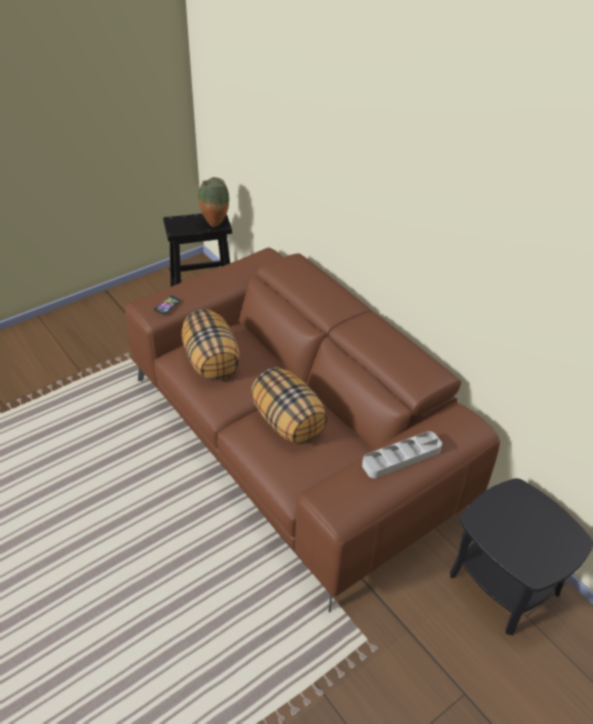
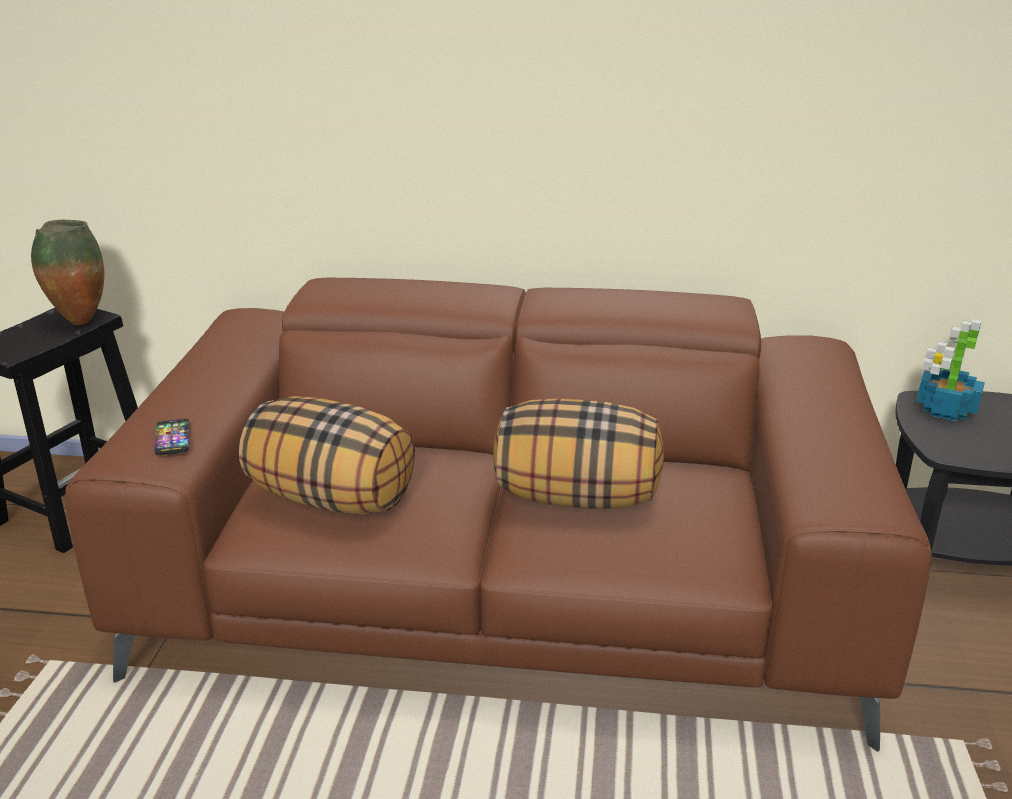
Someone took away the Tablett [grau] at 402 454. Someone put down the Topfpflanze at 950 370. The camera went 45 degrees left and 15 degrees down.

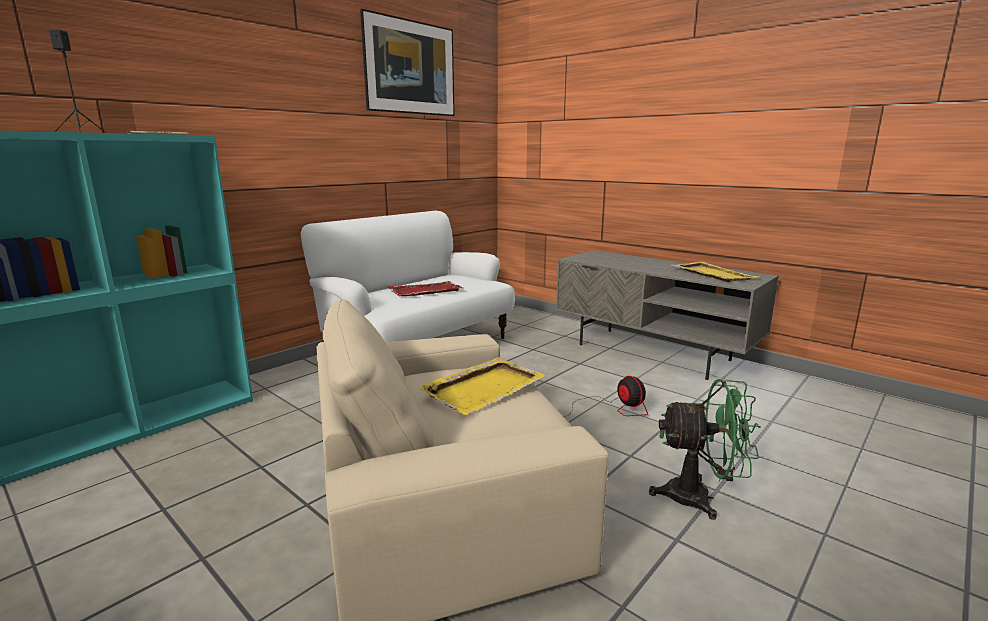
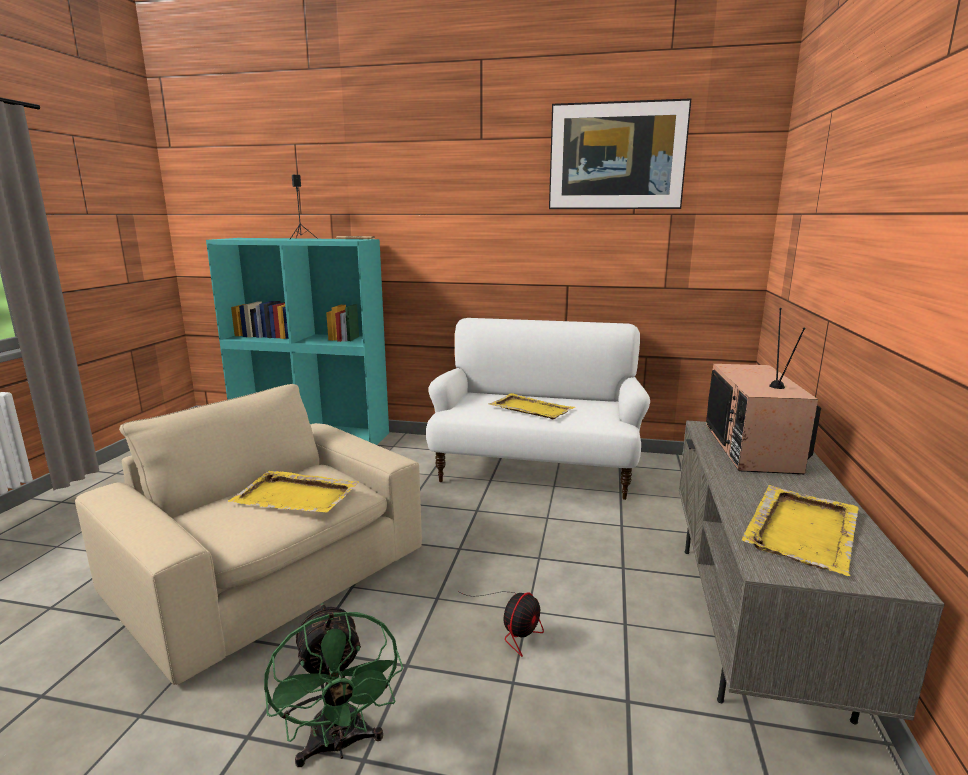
Someone repainted the Tablett [rot] at 425 288, which became the Tablett [gelb] at 532 406. Someone put down the Fernseher at 763 391. The camera went 60 degrees right and 0 degrees up.

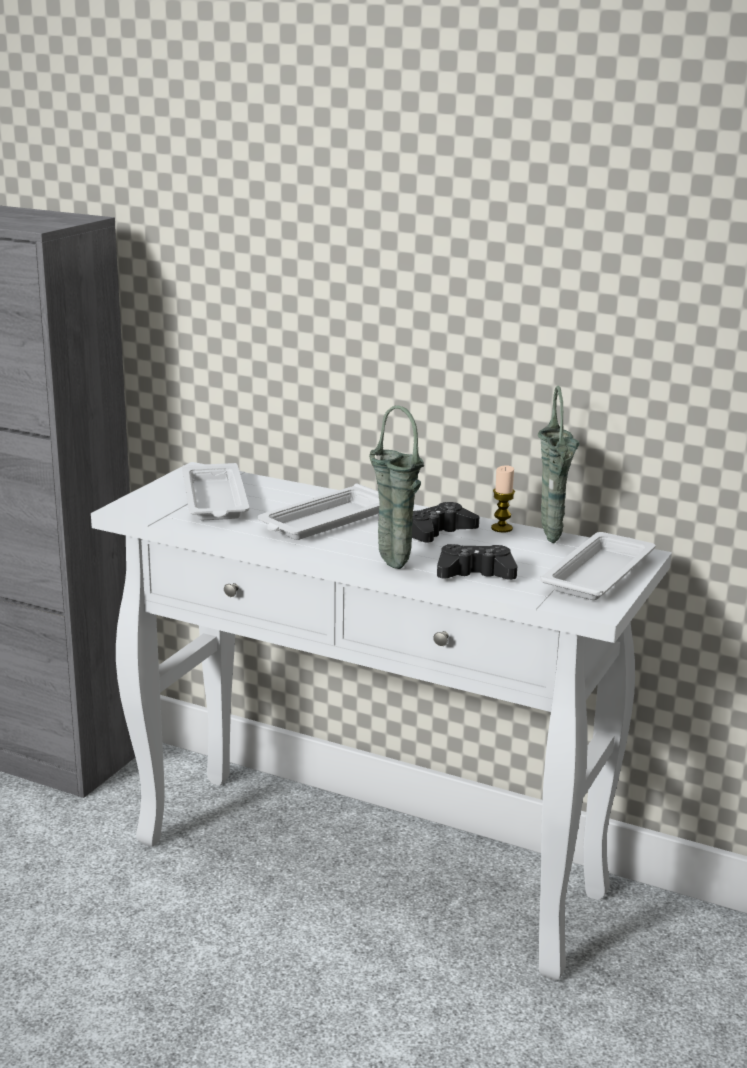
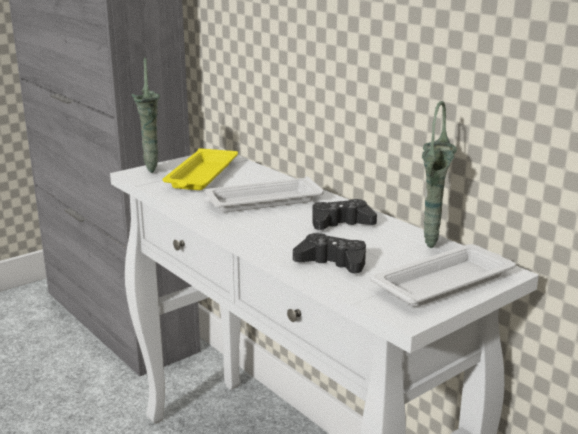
Someone carried the Vase [grün] from 396 487 to 146 115. Someone repainted the Tablett [weiß] at 215 491, which became the Tablett [gelb] at 200 169. Someone took away the Kerze at 503 499. The camera went 25 degrees right and 0 degrees up.

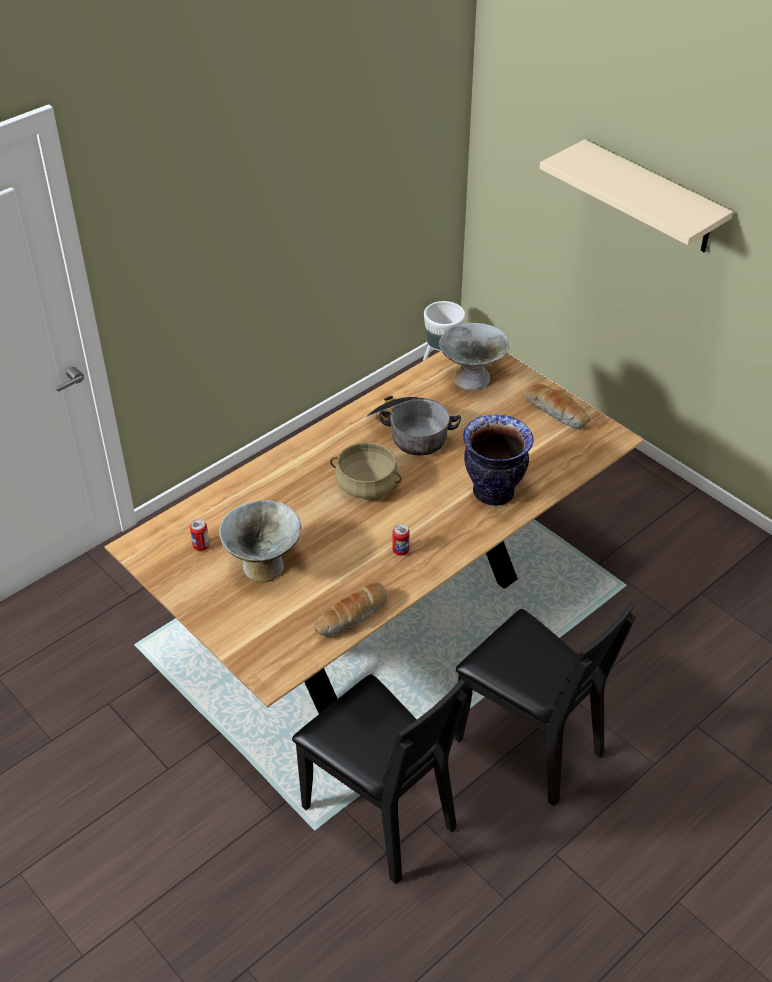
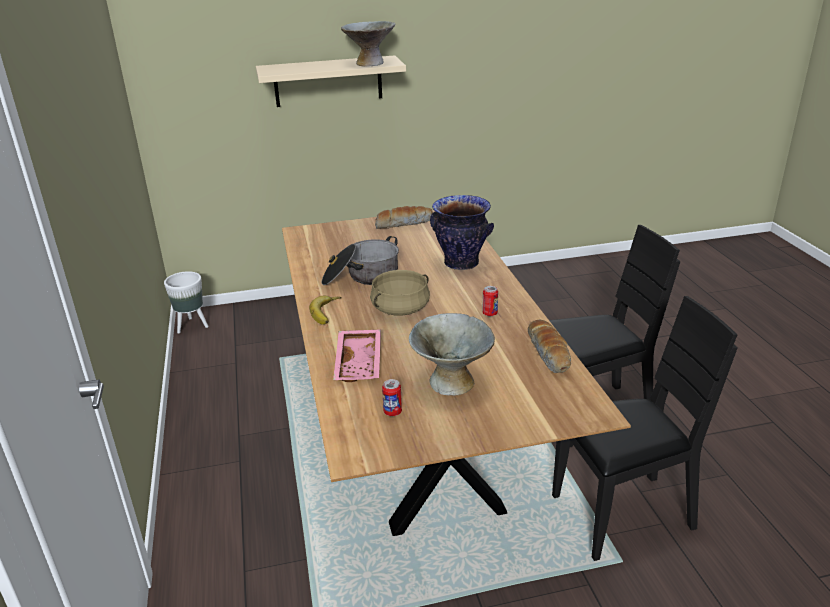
Someone carried the Schüssel [grau] from 474 356 to 368 44. Someone put down the Banane at 325 310. Someone put down the Tablett [rosa] at 357 355. The camera went 60 degrees left and 15 degrees down.

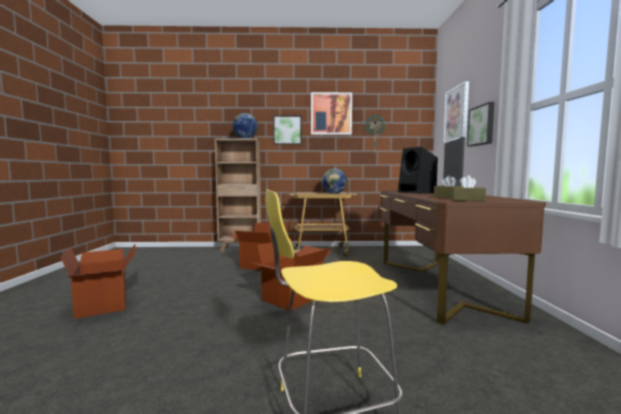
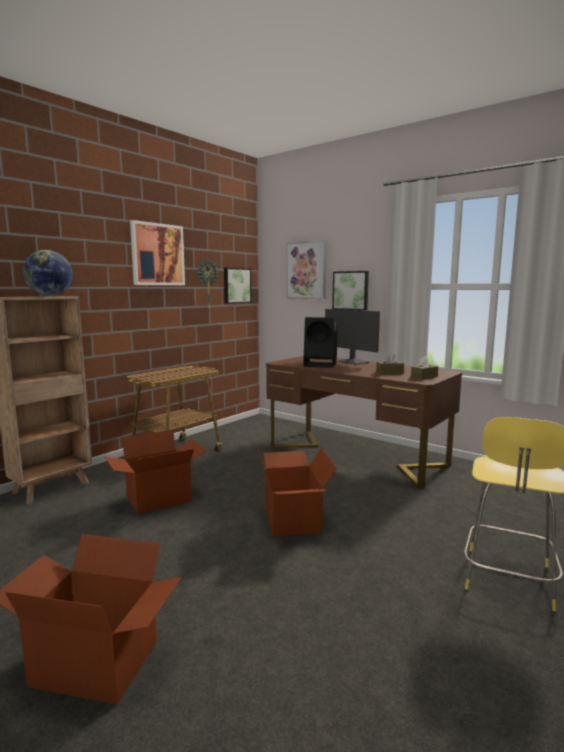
Someone carried the Bild from 287 130 to 238 286. Someone took away the Globus at 334 181. The camera went 50 degrees left and 5 degrees up.

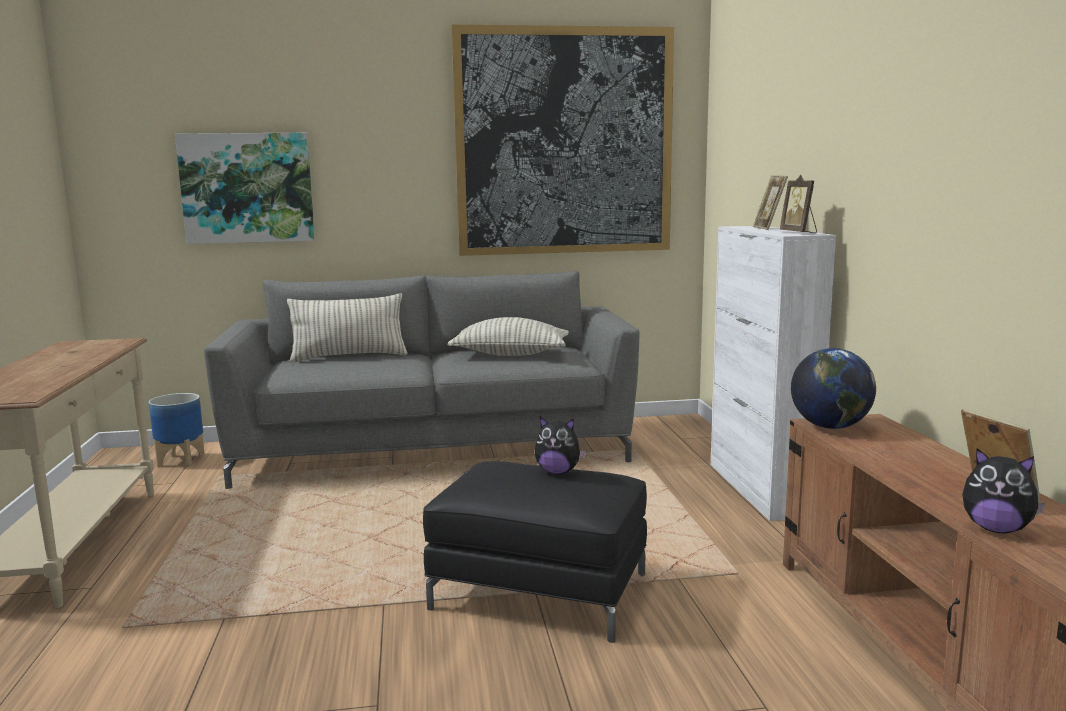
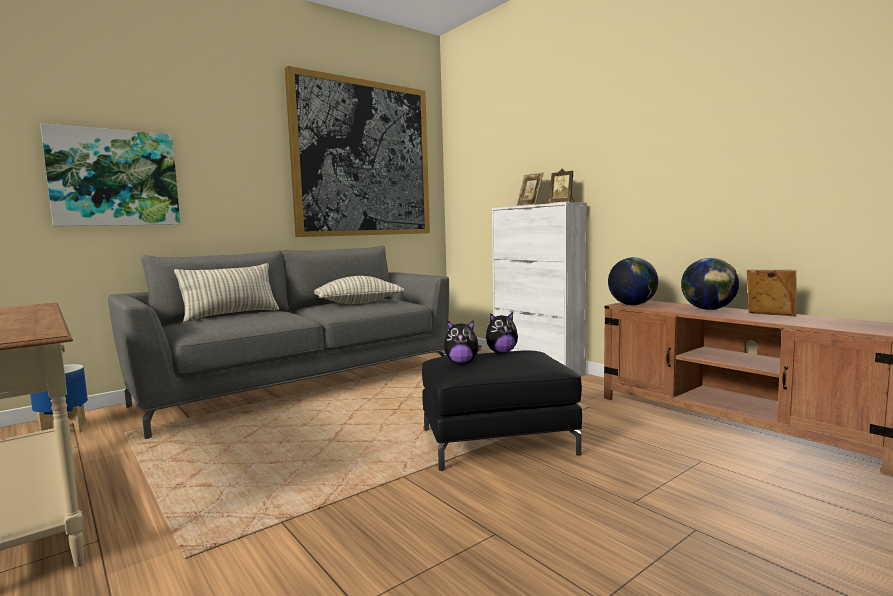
Someone carried the Plüschtier from 1003 490 to 463 342. Someone put down the Globus at 710 284. The camera went 30 degrees left and 5 degrees down.

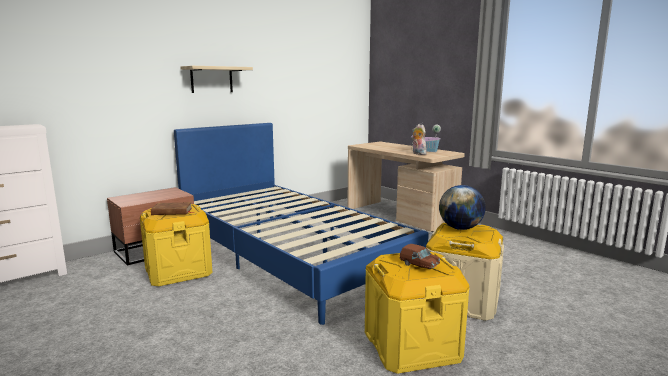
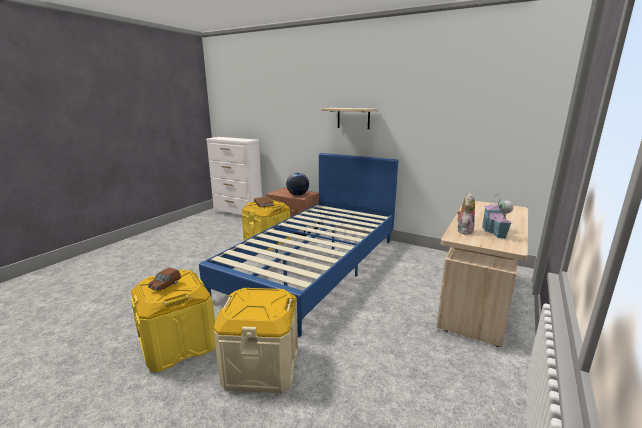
Someone carried the Globus from 462 207 to 297 184. The camera went 70 degrees right and 5 degrees up.

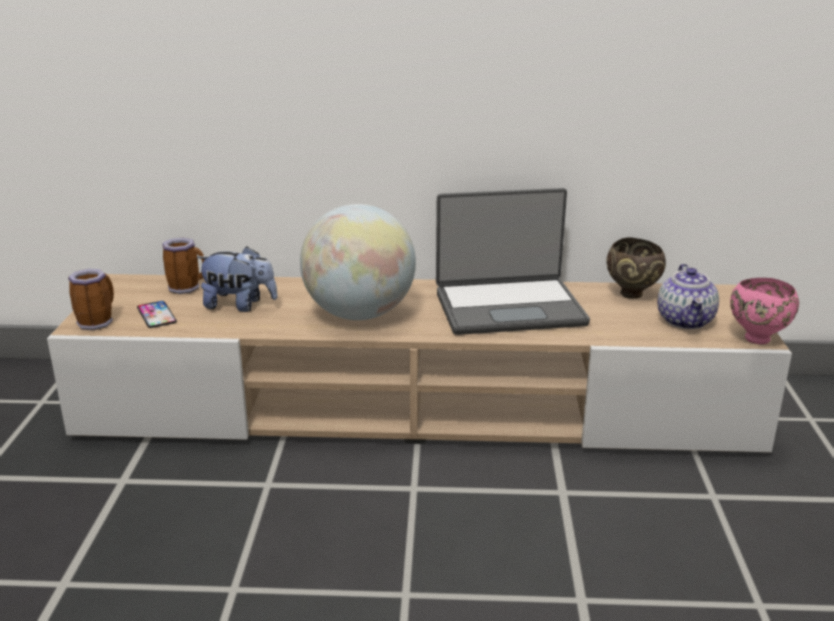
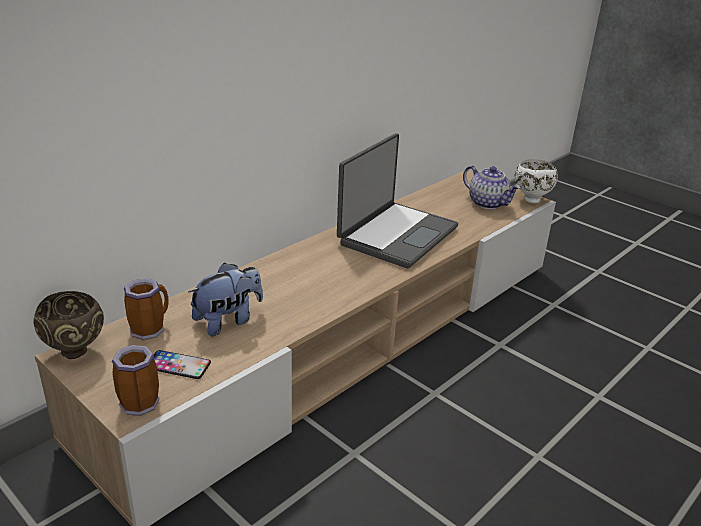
Someone took away the Globus at 358 262. Someone carried the Schüssel [braun] from 636 268 to 68 325. Someone repainted the Schüssel [rosa] at 764 311, which became the Schüssel [weiß] at 536 181. The camera went 50 degrees left and 5 degrees up.

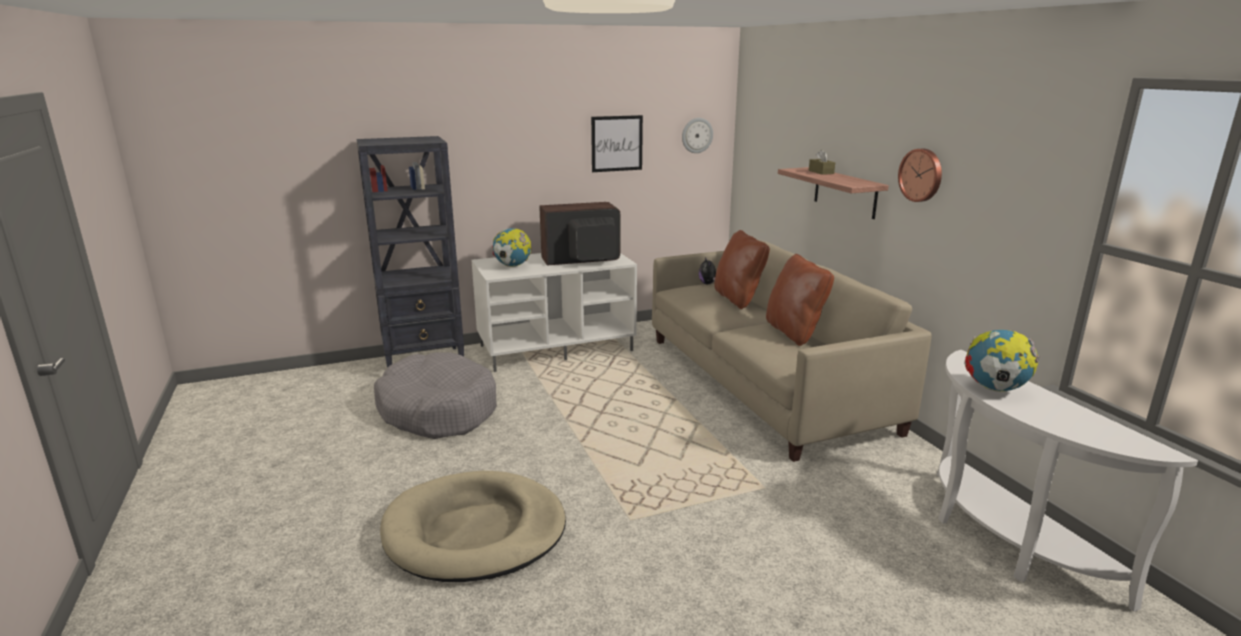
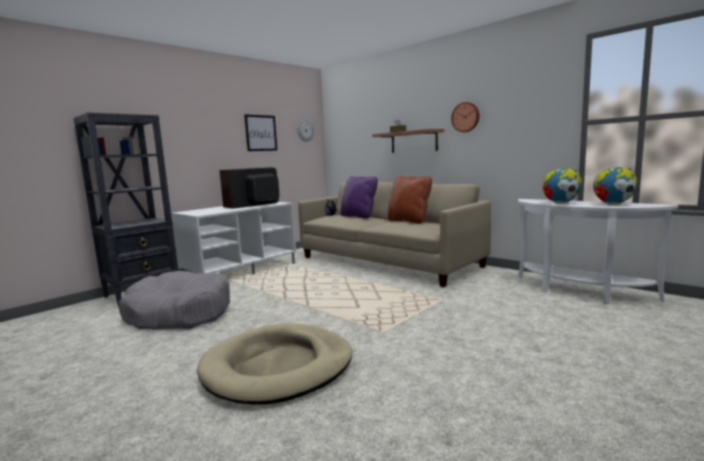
Someone carried the Globus from 511 247 to 615 186. Someone repainted the Kissen [braun] at 742 269, which became the Kissen [lila] at 359 197. The camera went 25 degrees left and 10 degrees down.

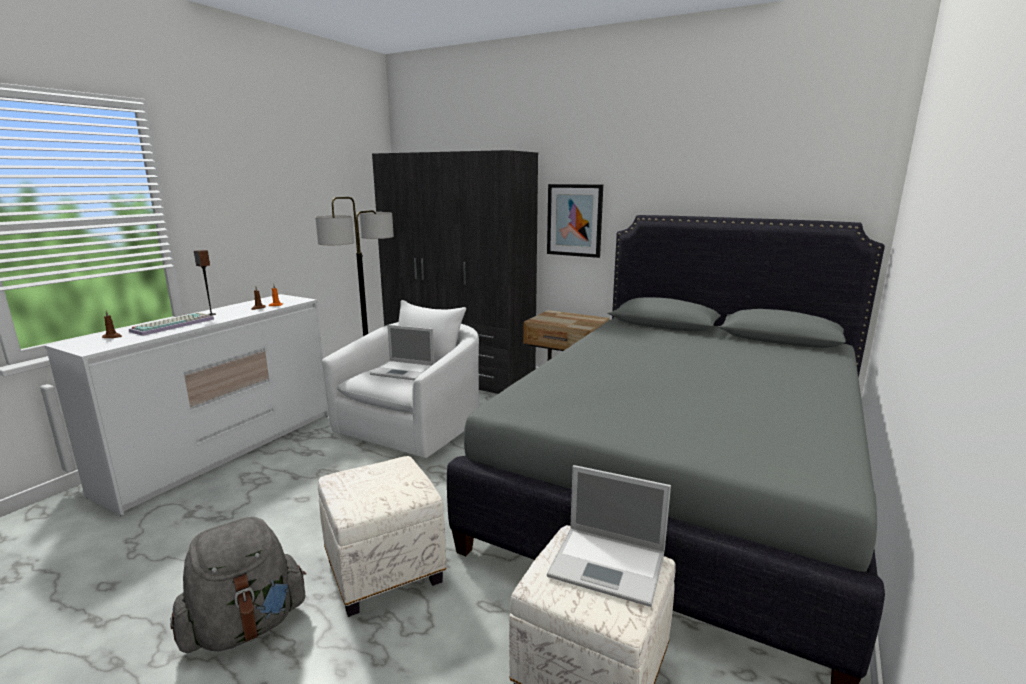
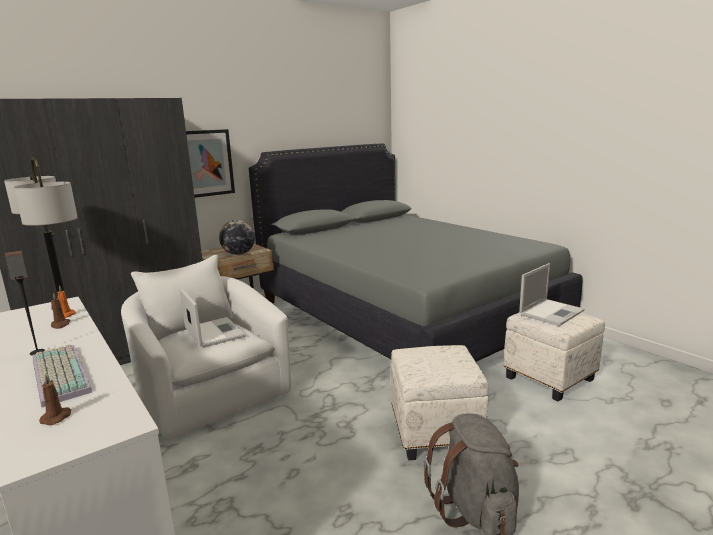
Someone rotated the Laptop at 402 352 by 75 degrees counterclockwise. Someone put down the Globus at 237 237. The camera went 65 degrees left and 0 degrees up.

